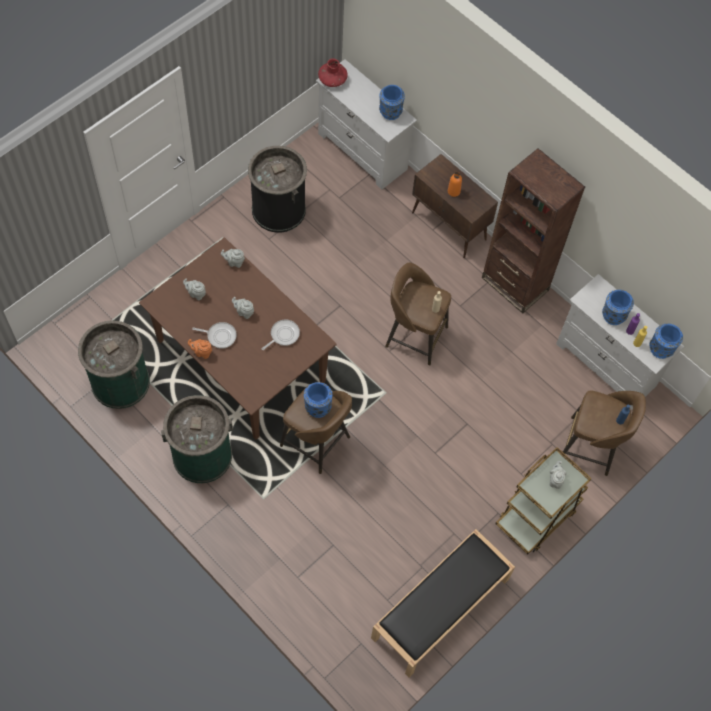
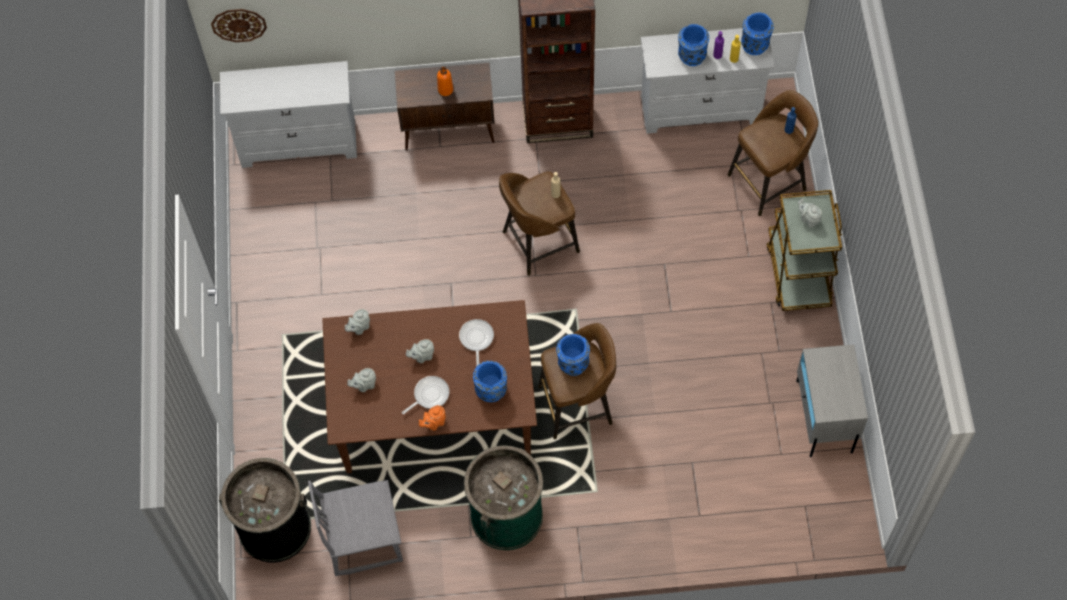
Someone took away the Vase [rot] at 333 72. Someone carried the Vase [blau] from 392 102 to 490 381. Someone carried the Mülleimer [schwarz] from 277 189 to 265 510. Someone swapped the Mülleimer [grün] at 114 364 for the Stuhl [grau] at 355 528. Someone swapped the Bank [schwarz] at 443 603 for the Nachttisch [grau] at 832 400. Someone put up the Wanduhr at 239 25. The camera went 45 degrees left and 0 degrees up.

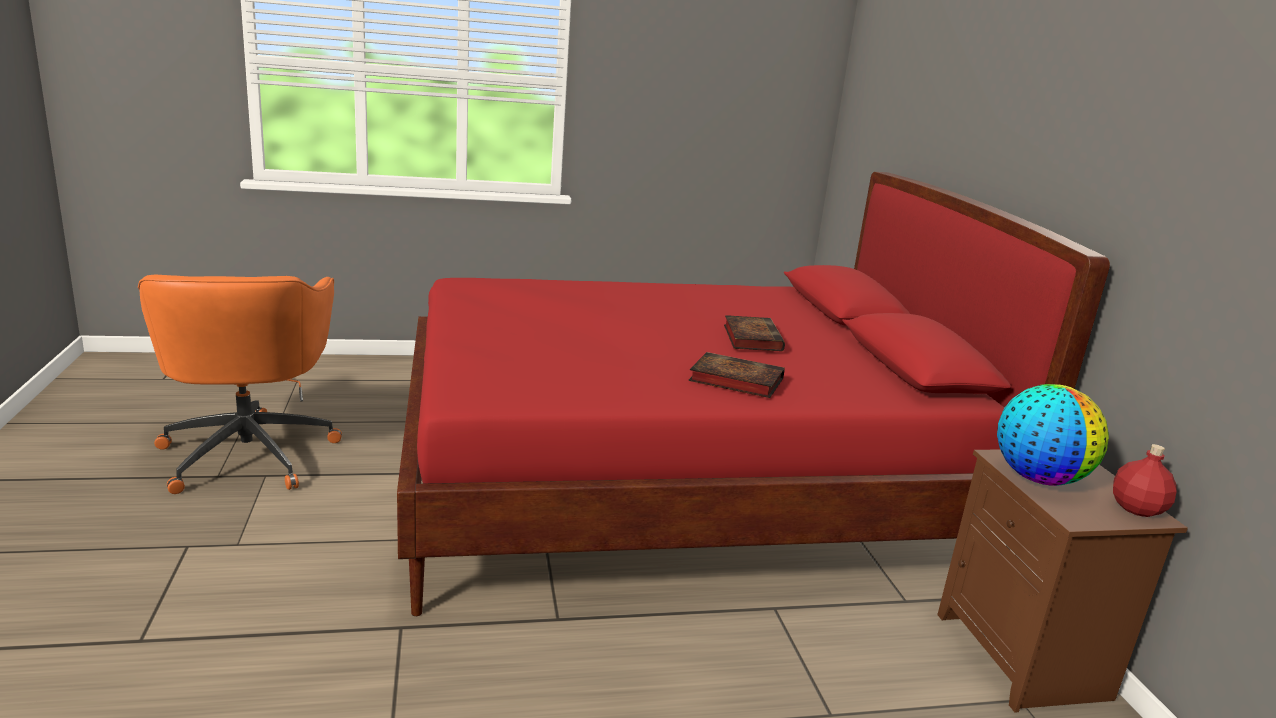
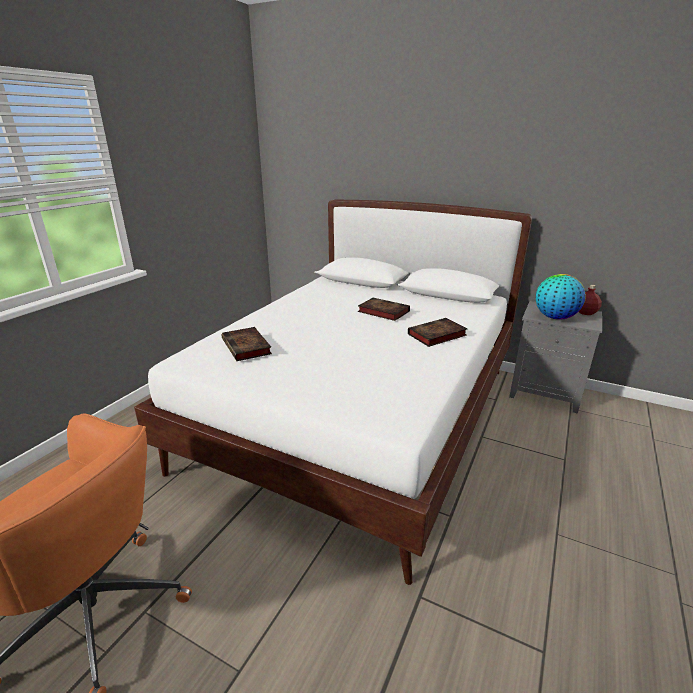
Someone repainted the Bett [rot] at 753 394, which became the Bett [weiß] at 333 392. Someone repainted the Nachttisch [braun] at 1062 581, which became the Nachttisch [grau] at 555 357. Someone put down the Buch at 246 344. The camera went 50 degrees left and 5 degrees up.

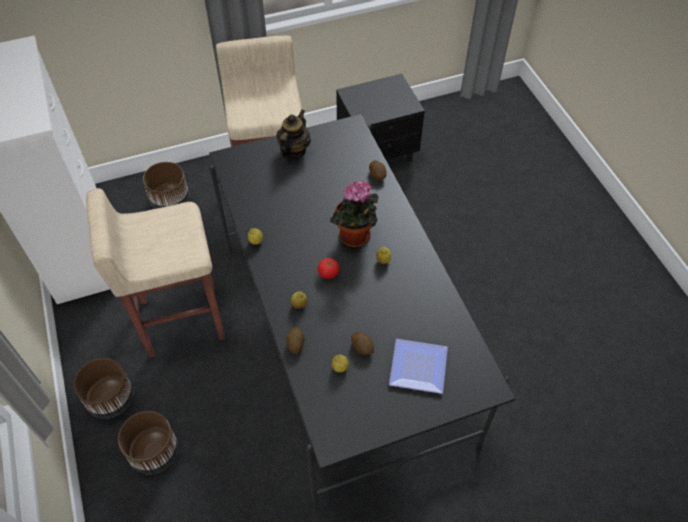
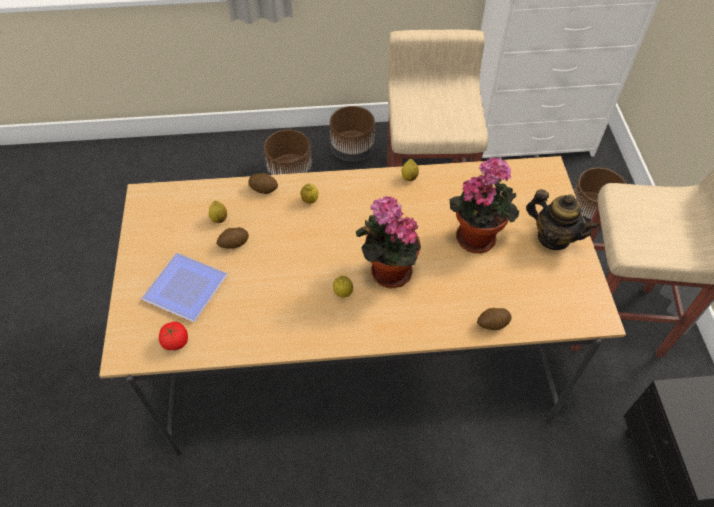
Someone repainted the Esstisch [schwarz] at 362 310, which became the Esstisch [beige] at 362 305. Someone carried the Tomate from 328 268 to 173 336. Someone put down the Topfpflanze at 484 205. The camera went 105 degrees right and 0 degrees up.

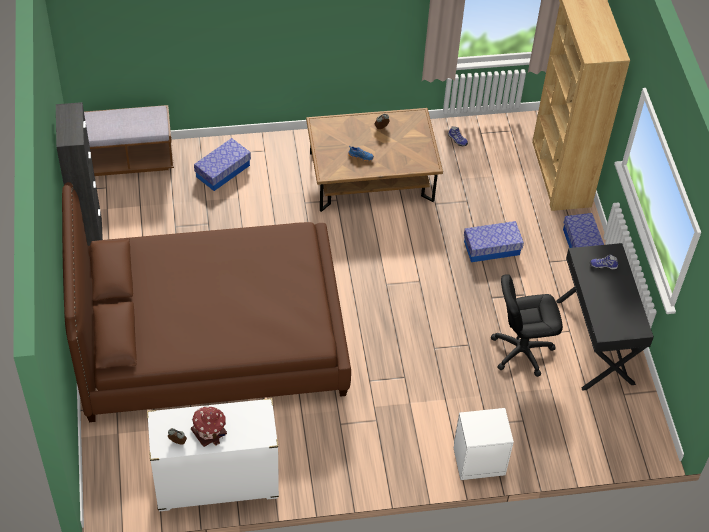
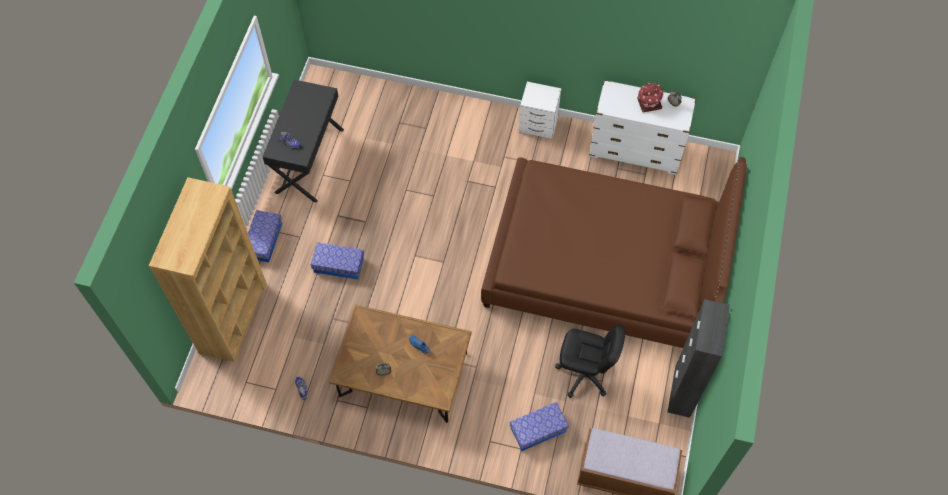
Someone carried the Bürostuhl [schwarz] from 527 325 to 590 361. Someone carried the Nachttisch [weiß] from 484 444 to 540 110. The camera went 155 degrees left and 10 degrees up.

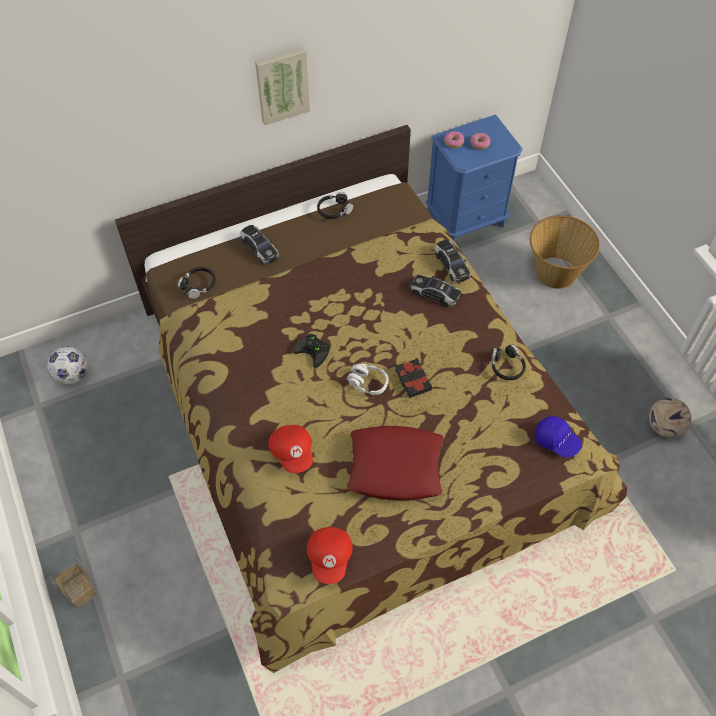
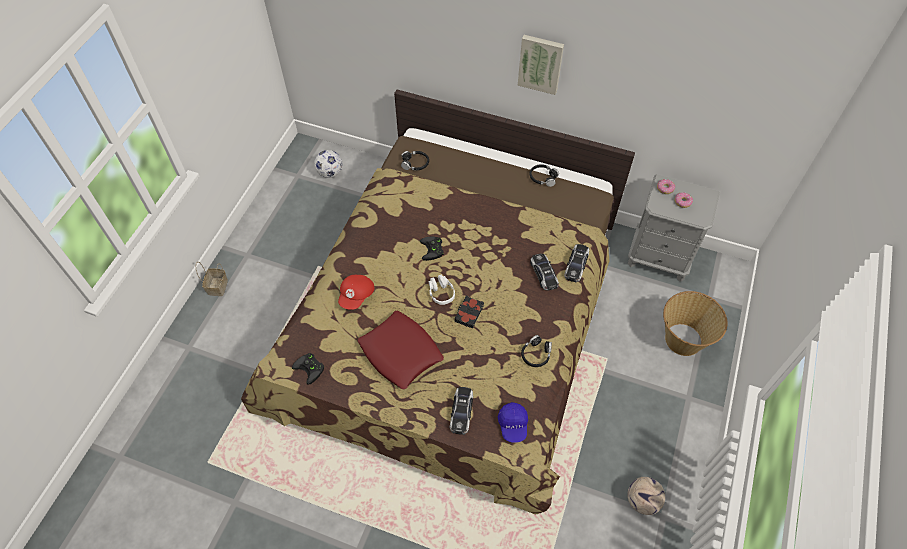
Someone repainted the Nachttisch [blau] at 474 178, which became the Nachttisch [grau] at 674 228. Someone carried the Spielzeugauto from 259 244 to 461 411. Someone swapped the Kappe [rot] at 330 555 for the Gamepad [schwarz] at 308 369. The camera went 45 degrees right and 0 degrees up.

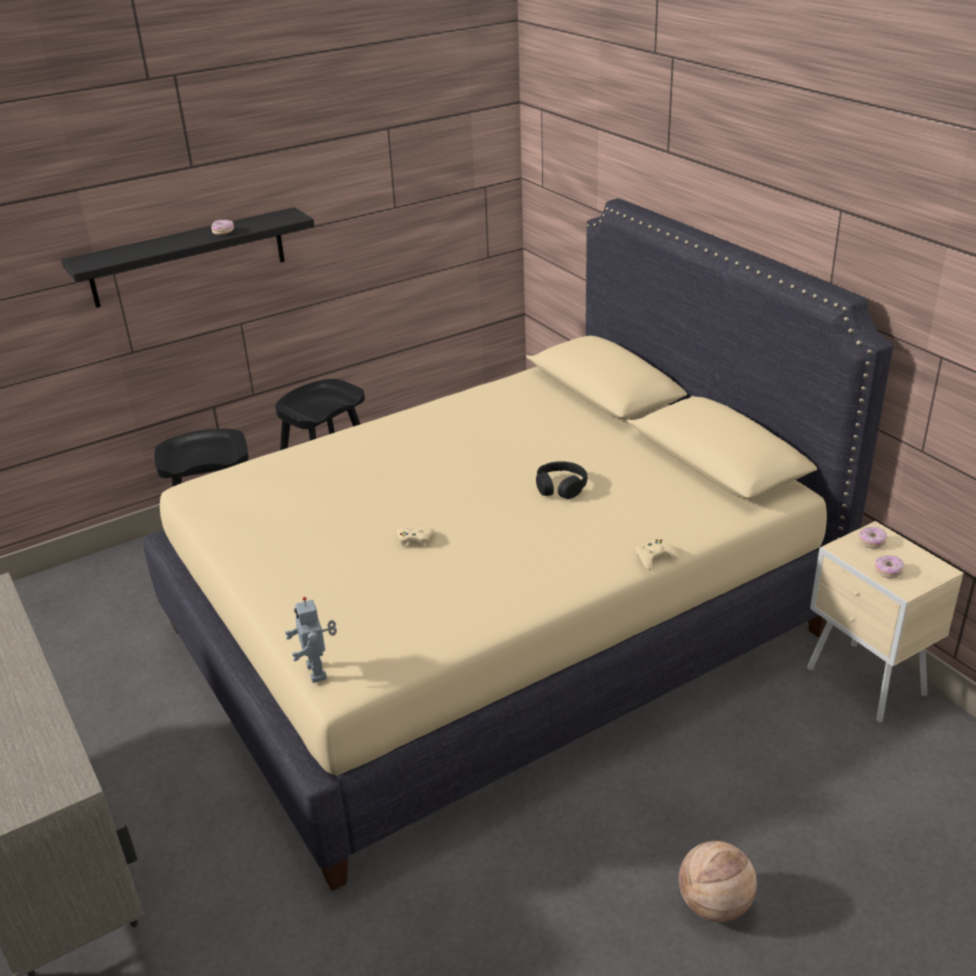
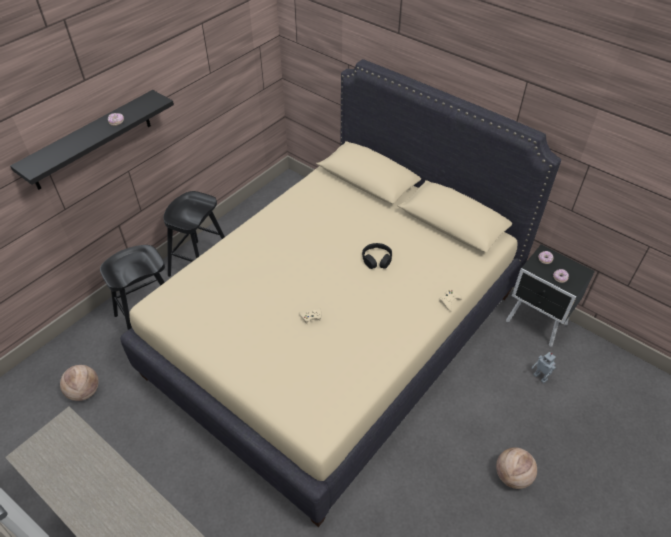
Someone repainted the Nachttisch [beige] at 885 622, which became the Nachttisch [schwarz] at 550 296. Someone carried the Spielzeugroboter from 311 640 to 544 367. Someone put down the Basketball at 79 383. The camera went 20 degrees left and 15 degrees up.

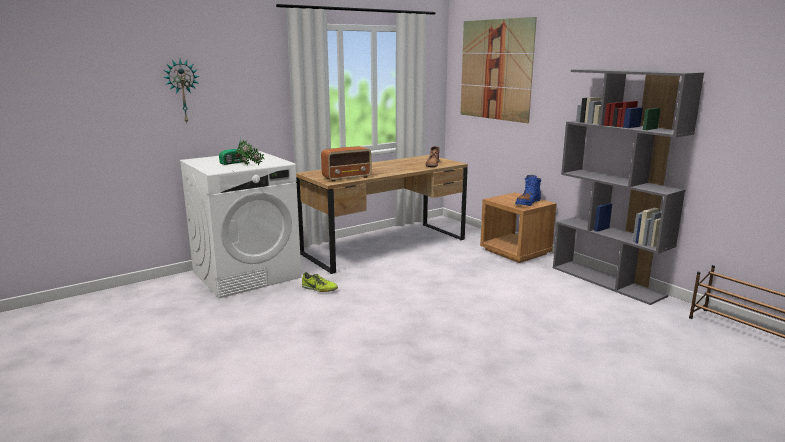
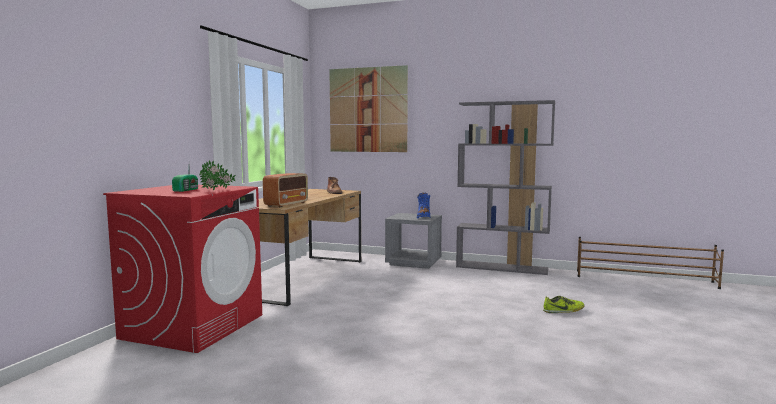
Someone took away the Wanduhr at 181 91. Someone repainted the Waschmaschine [weiß] at 240 224, which became the Waschmaschine [rot] at 182 269. Someone repainted the Nachttisch [braun] at 518 228, which became the Nachttisch [grau] at 413 241. Someone carried the Schuh from 320 282 to 563 304. The camera went 35 degrees left and 10 degrees down.

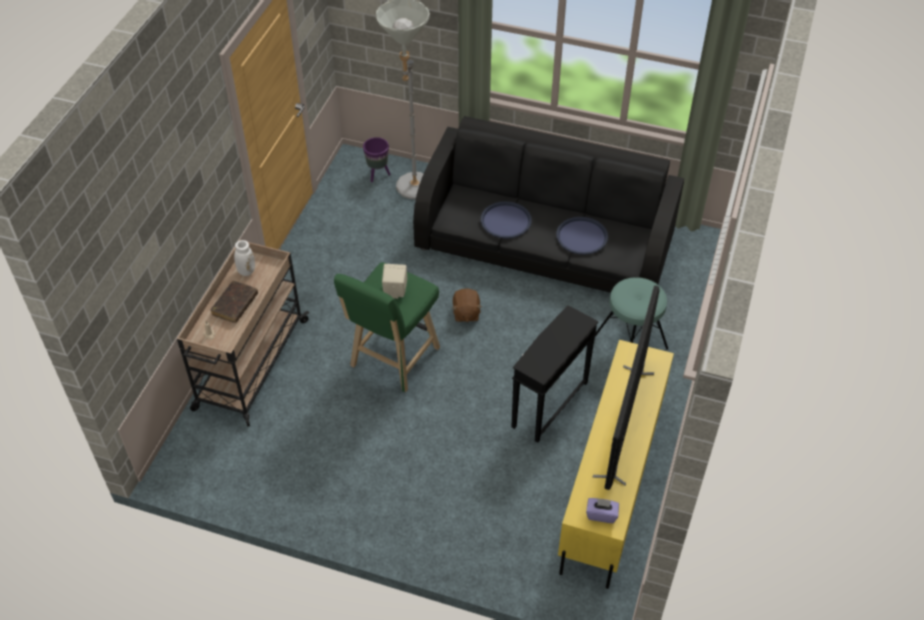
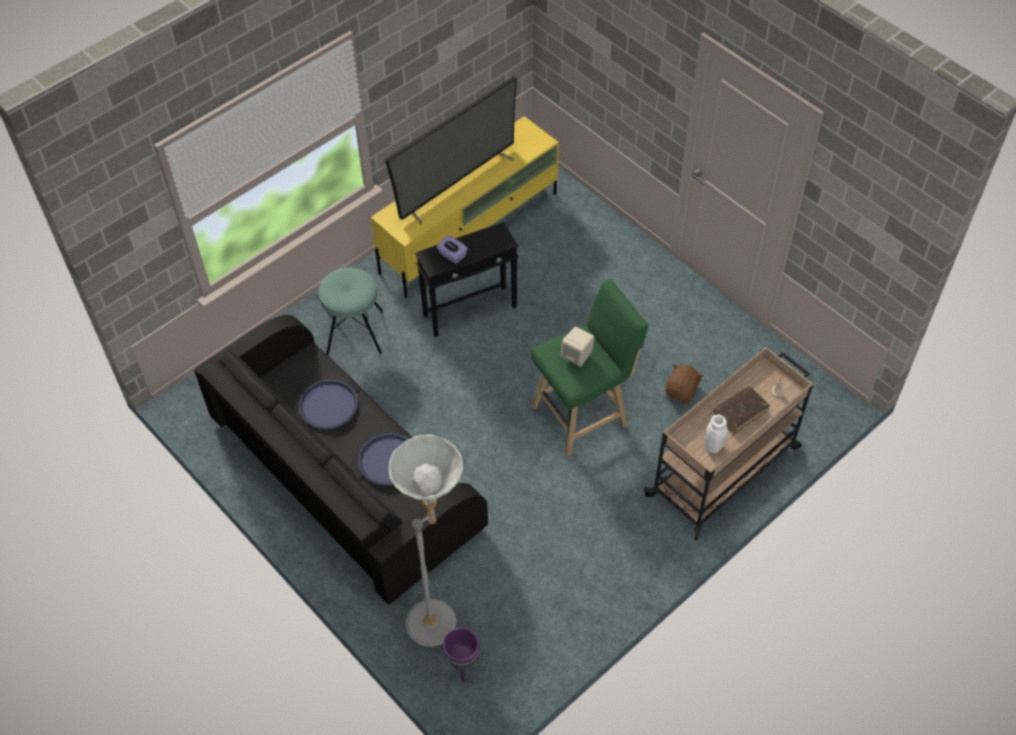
Someone carried the Plüschtier [braun] from 467 305 to 684 383. Someone carried the Taschentuchbox [lila] from 602 510 to 452 249. The camera went 150 degrees left and 5 degrees up.

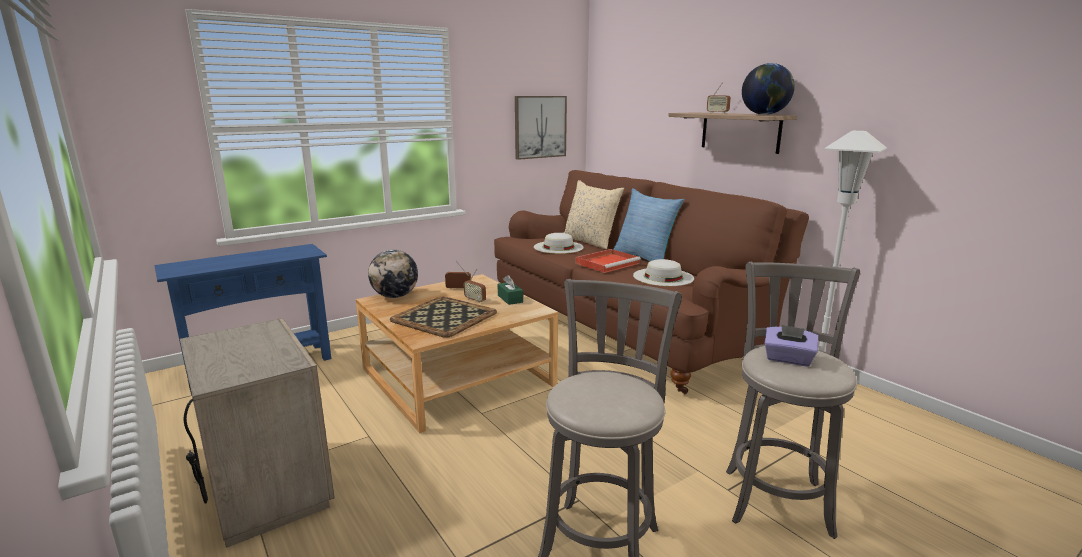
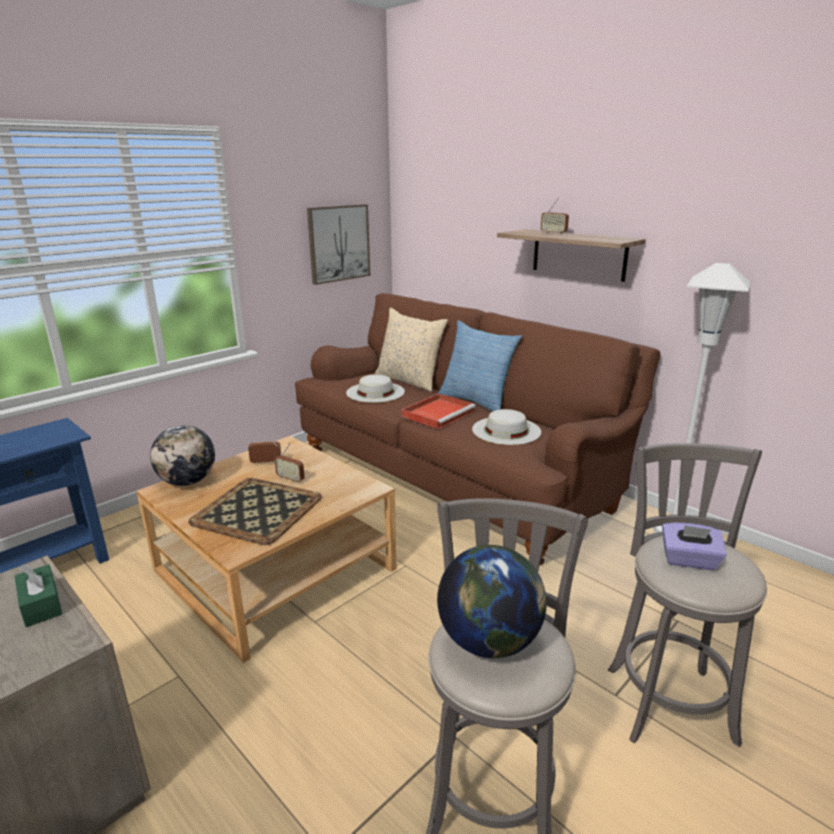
Someone carried the Globus from 768 89 to 492 601. Someone carried the Taschentuchbox [grün] from 510 290 to 38 595. The camera went 10 degrees left and 5 degrees up.

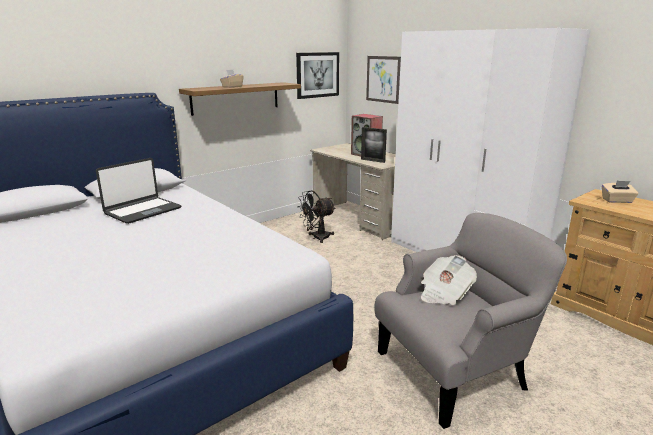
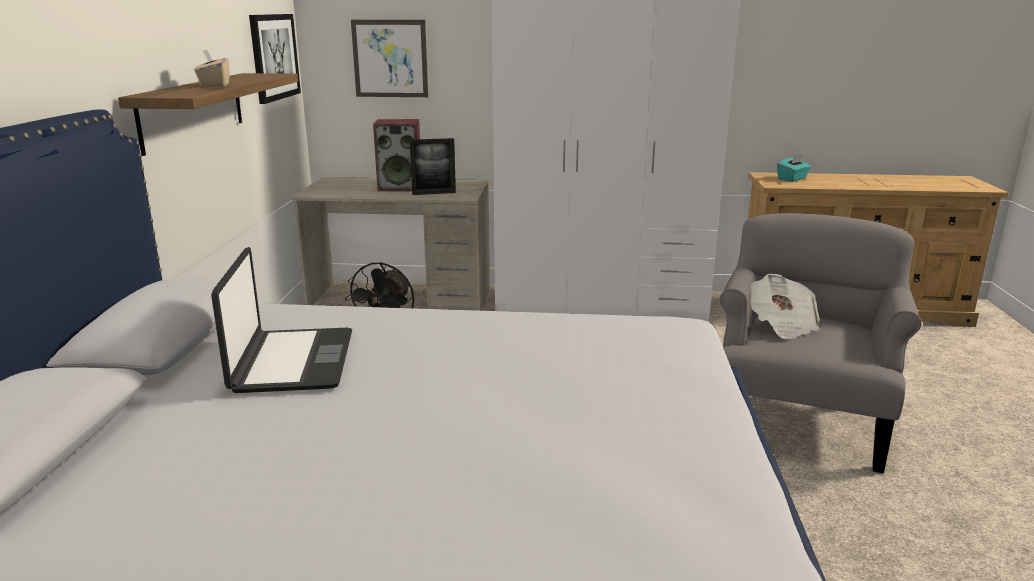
Someone repainted the Taschentuchbox [beige] at 620 192, which became the Taschentuchbox [türkis] at 794 168. The camera went 45 degrees left and 0 degrees up.

